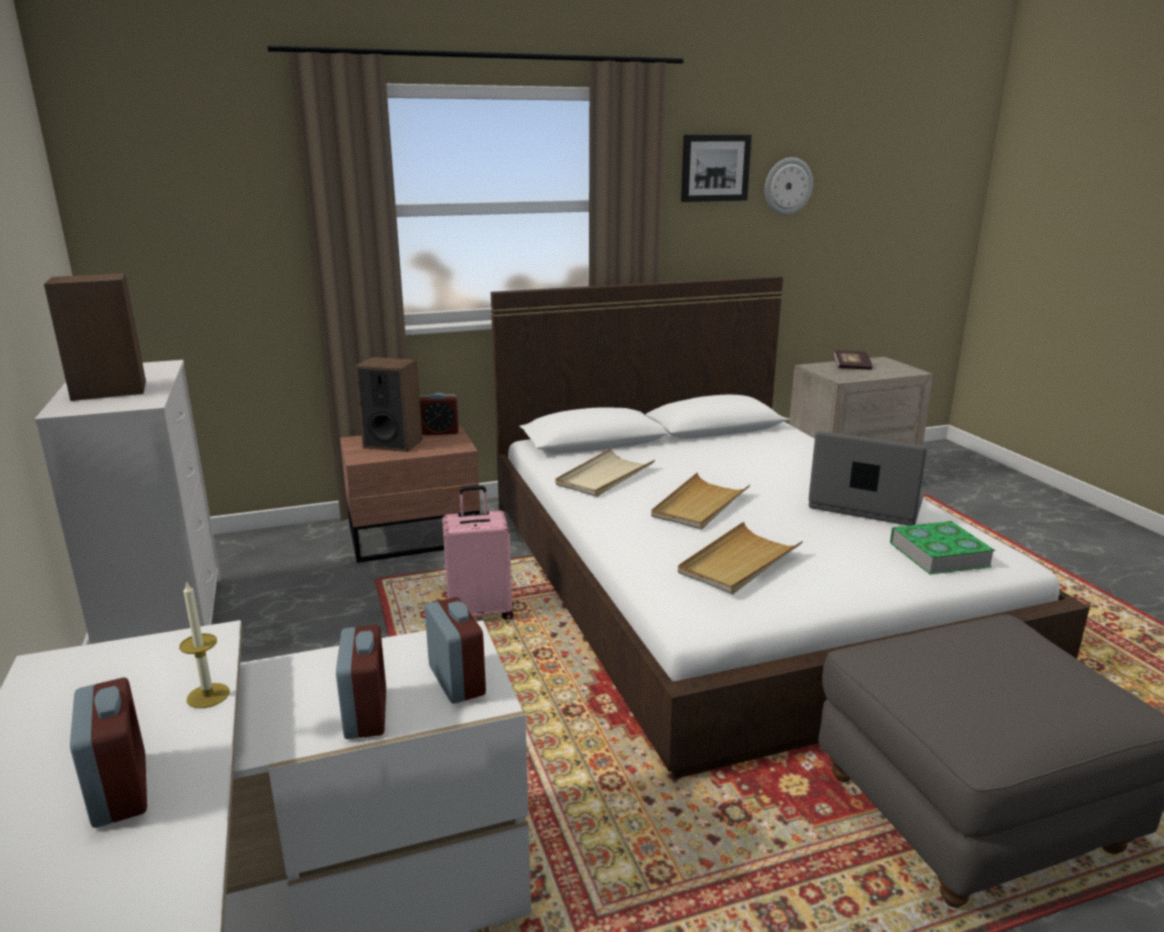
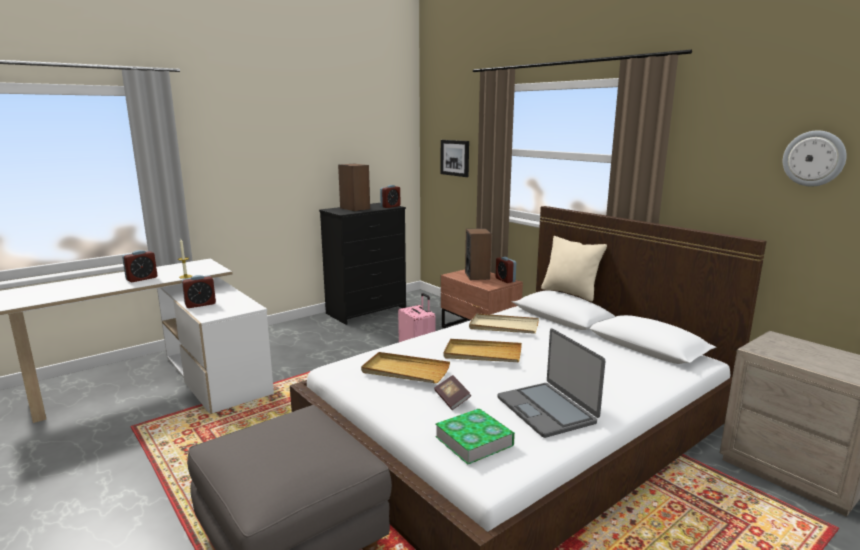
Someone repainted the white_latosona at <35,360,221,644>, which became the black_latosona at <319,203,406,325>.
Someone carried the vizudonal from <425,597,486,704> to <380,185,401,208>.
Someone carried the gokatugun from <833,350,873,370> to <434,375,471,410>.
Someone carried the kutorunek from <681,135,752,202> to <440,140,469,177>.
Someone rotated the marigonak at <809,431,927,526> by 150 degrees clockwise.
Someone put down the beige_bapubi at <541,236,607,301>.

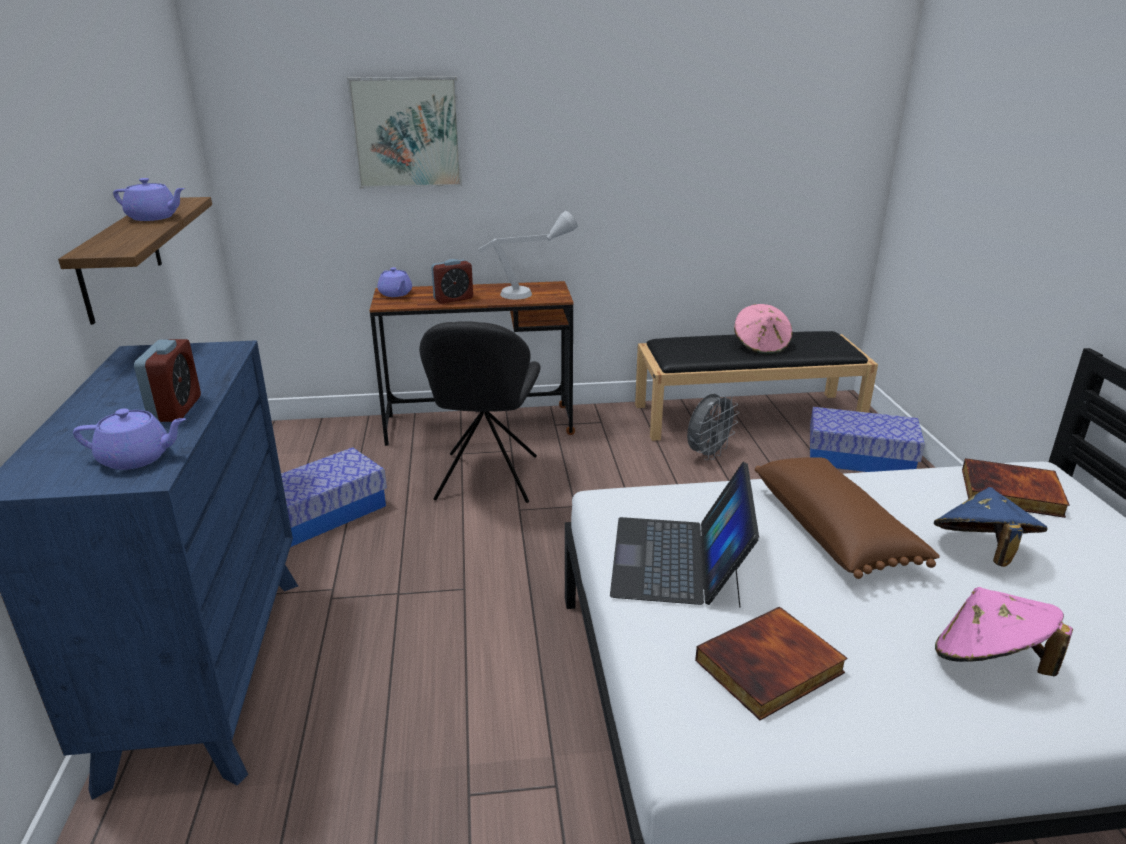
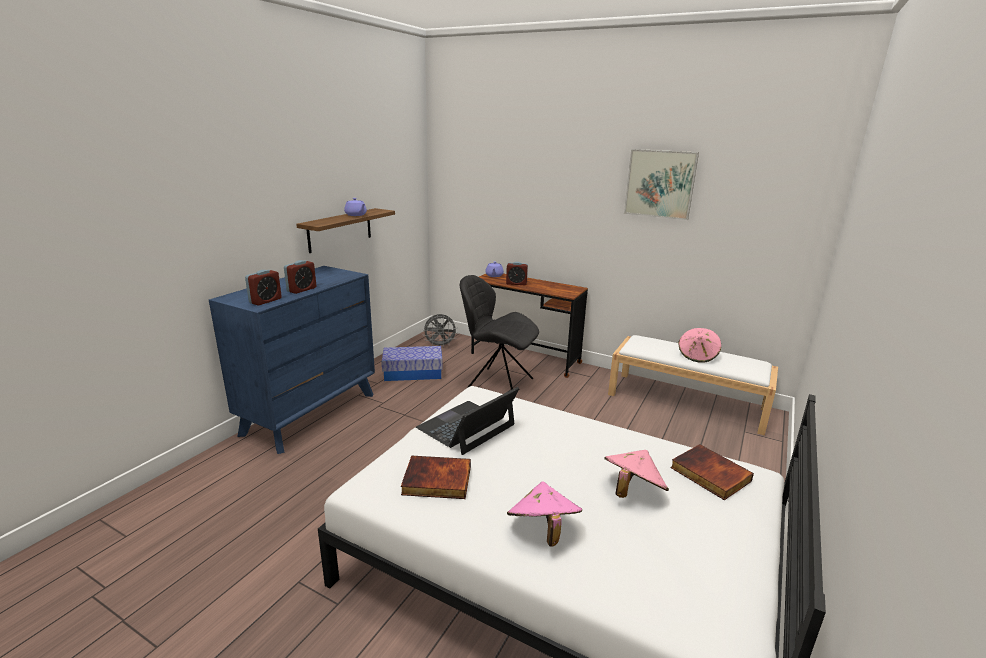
Someone swapped the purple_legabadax at <73,409,186,470> for the vizudonal at <245,270,282,305>.
Someone carried the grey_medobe from <687,394,739,460> to <424,314,458,348>.
Someone rotated the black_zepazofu at <419,321,541,503> by 75 degrees clockwise.
Someone repainted the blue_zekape at <934,487,1048,567>, which became the pink_zekape at <604,450,669,498>.
Someone repainted the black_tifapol at <635,331,878,441>, which became the white_tifapol at <608,335,778,435>.
Someone carried the kutorunek from <347,77,462,189> to <624,149,699,220>.
Someone took away the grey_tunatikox at <478,211,578,299>.
Someone took away the brown_bapubi at <755,457,940,579>.
Someone took away the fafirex at <810,407,925,472>.

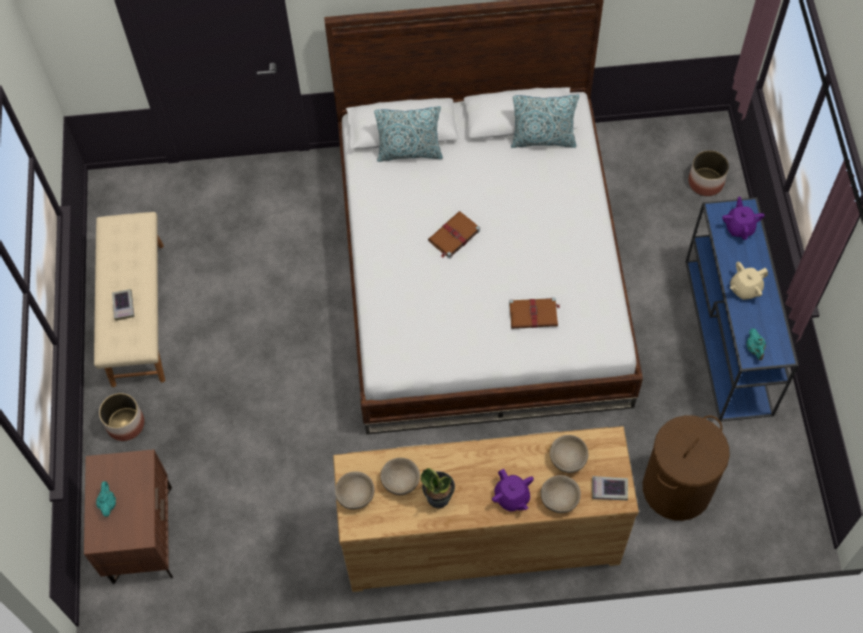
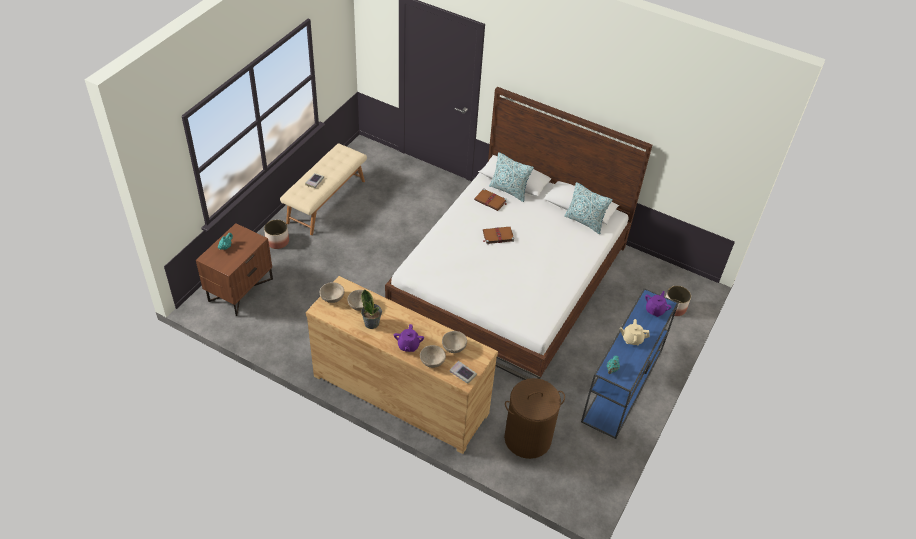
Someone carried the brown_gokatugun from <509,297,560,329> to <474,188,507,211>.

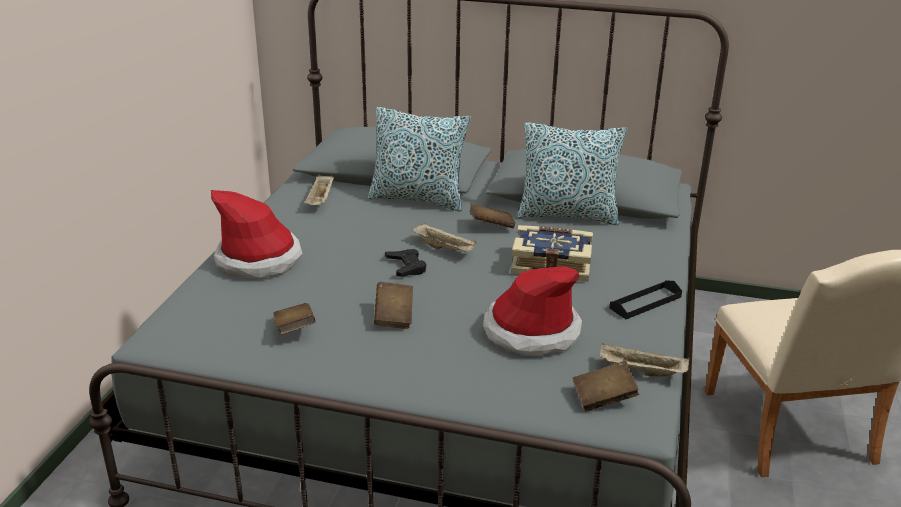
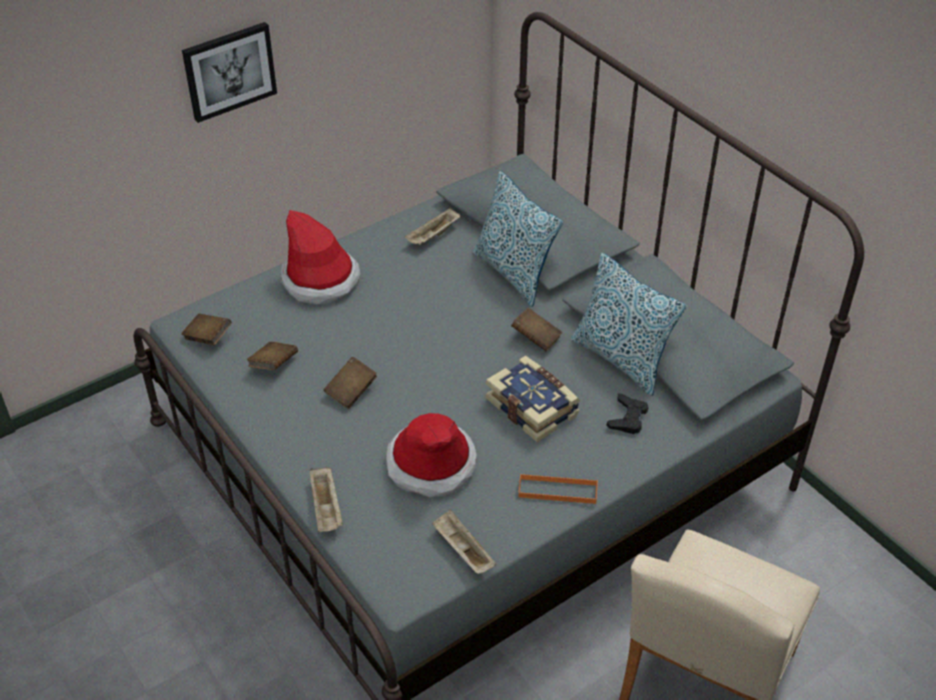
Someone carried the brown_gokatugun from <573,361,639,411> to <181,313,232,345>.
Someone put up the kutorunek at <182,22,277,123>.
Someone carried the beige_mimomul from <412,223,477,252> to <310,466,343,532>.
Someone repainted the black_mimomul at <609,280,682,319>, which became the orange_mimomul at <519,474,597,504>.
Someone carried the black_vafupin from <385,249,426,277> to <607,394,649,434>.

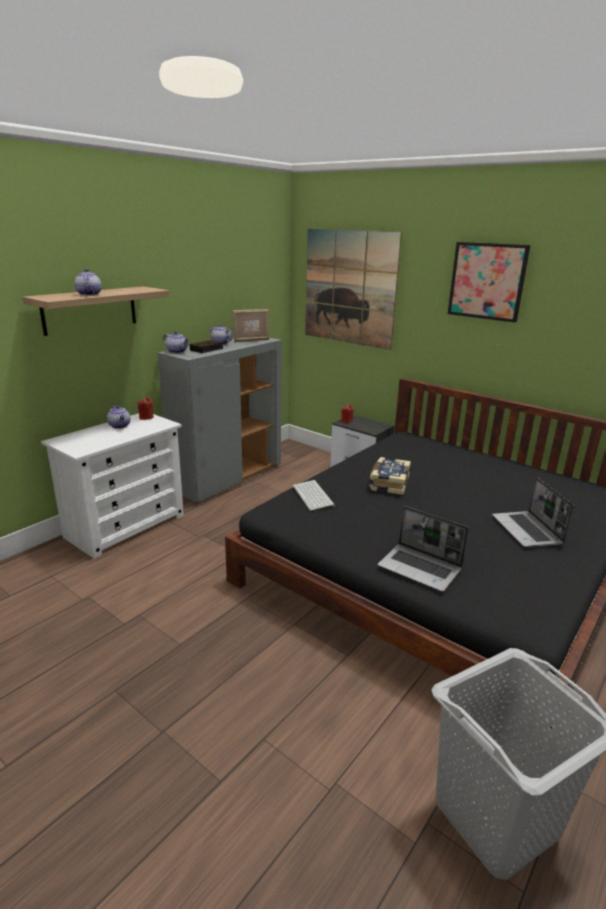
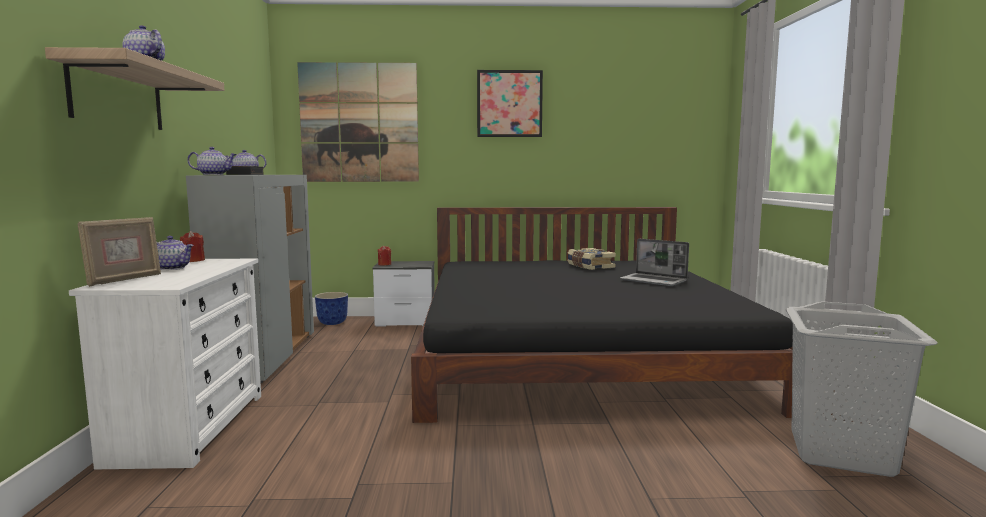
Someone carried the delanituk from <232,309,270,342> to <77,217,161,287>.
Someone put down the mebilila at <315,292,348,325>.
Someone carried the gokatugun from <369,457,411,495> to <567,248,616,270>.
Someone took away the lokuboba at <293,480,335,511>.
Someone took away the marigonak at <378,506,469,592>.

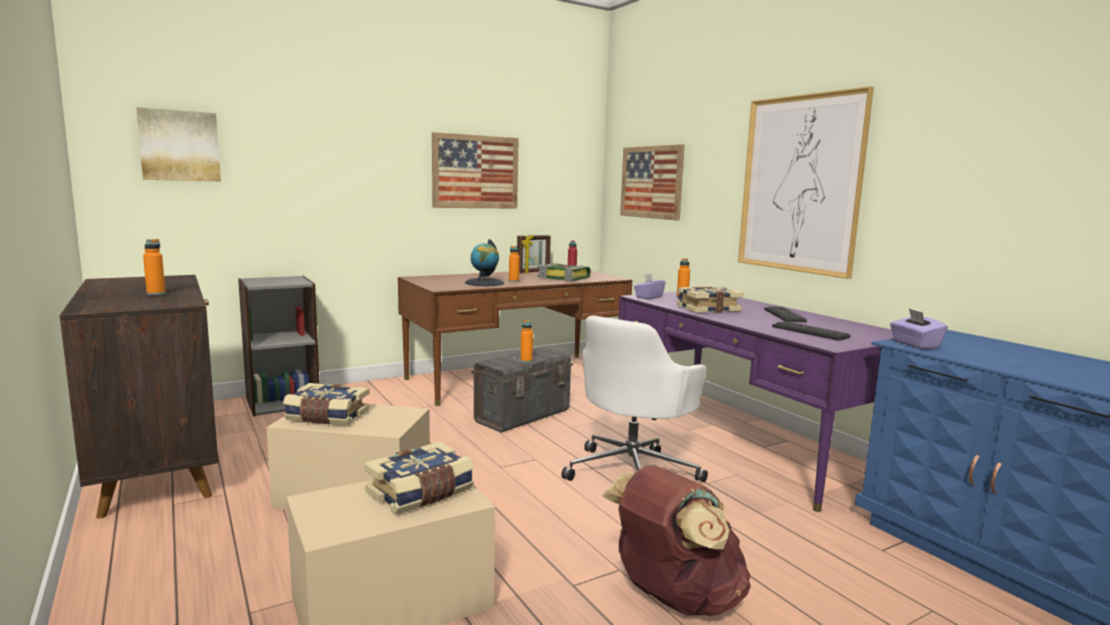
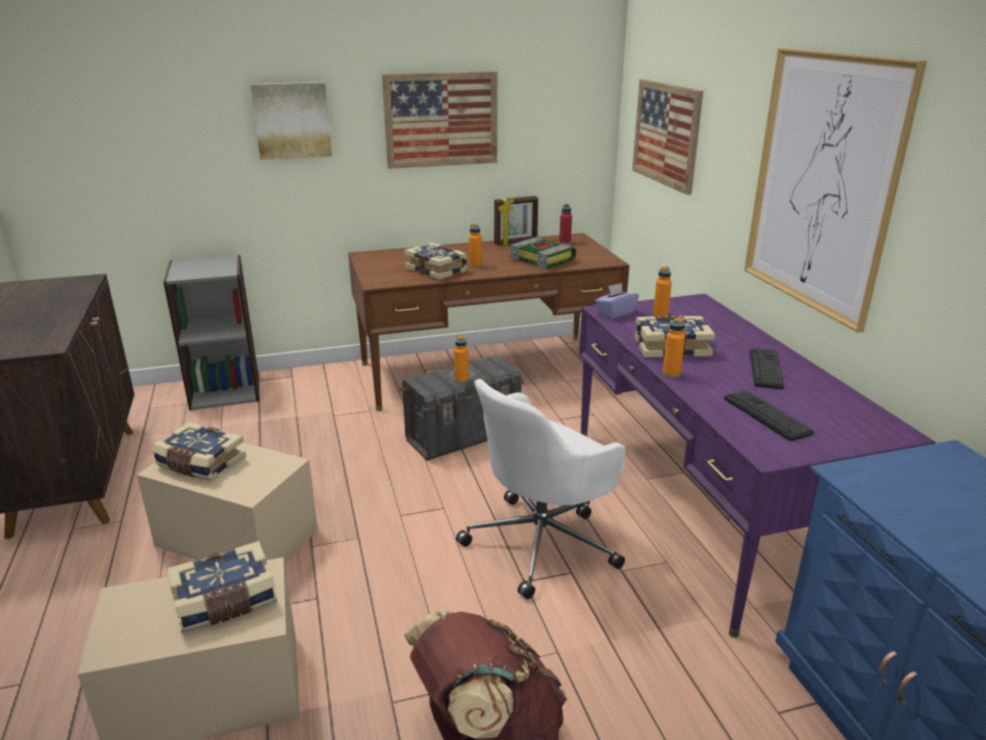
Someone carried the kutorunek from <136,107,221,182> to <250,82,332,160>.
Someone swapped the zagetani at <465,239,504,286> for the gokatugun at <404,243,468,280>.
Someone carried the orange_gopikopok from <143,239,166,295> to <663,317,685,378>.
Someone took away the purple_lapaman at <890,309,948,349>.

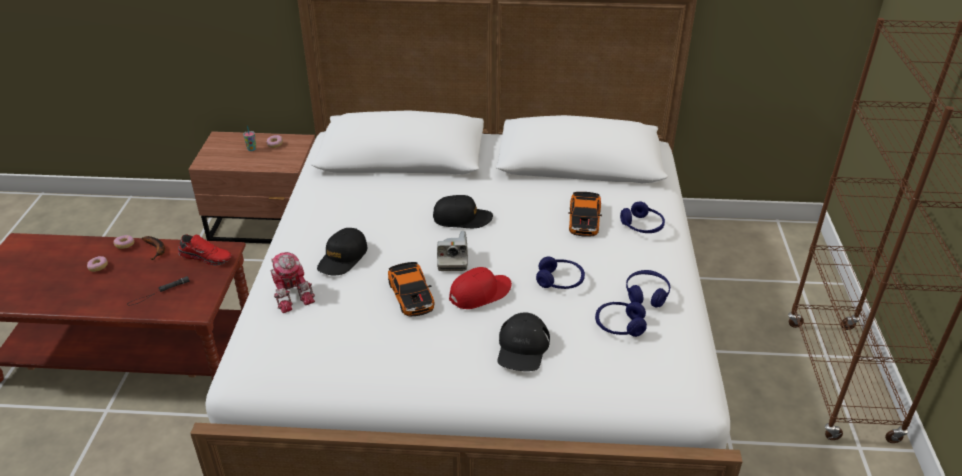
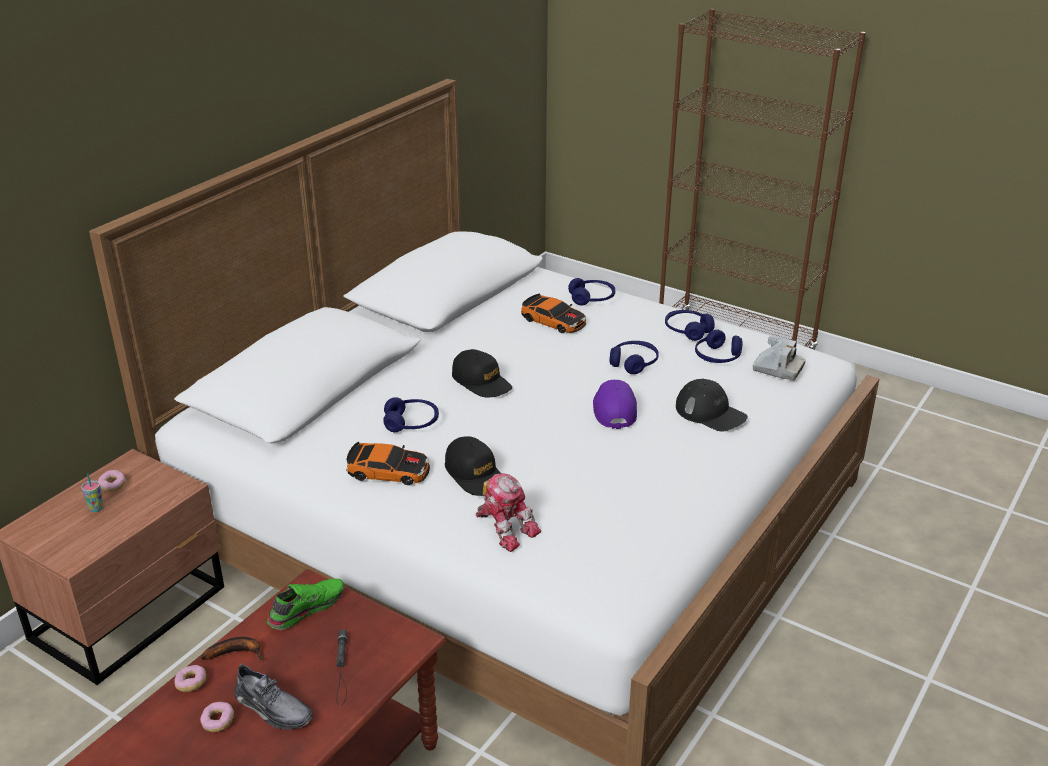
Someone put down the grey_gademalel at <234,663,313,729>.
Someone repainted the red_gademalel at <178,234,232,266>, which became the green_gademalel at <267,579,344,630>.
Someone carried the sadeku from <388,262,435,317> to <346,442,430,485>.
Someone put down the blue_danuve at <383,397,439,432>.
Someone rotated the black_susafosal at <433,195,493,228> by 105 degrees clockwise.
Someone rotated the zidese at <270,252,315,313> by 45 degrees clockwise.
Someone repainted the red_susafosal at <449,267,512,309>, which became the purple_susafosal at <593,380,637,429>.
Someone carried the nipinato from <437,231,468,271> to <753,336,805,381>.

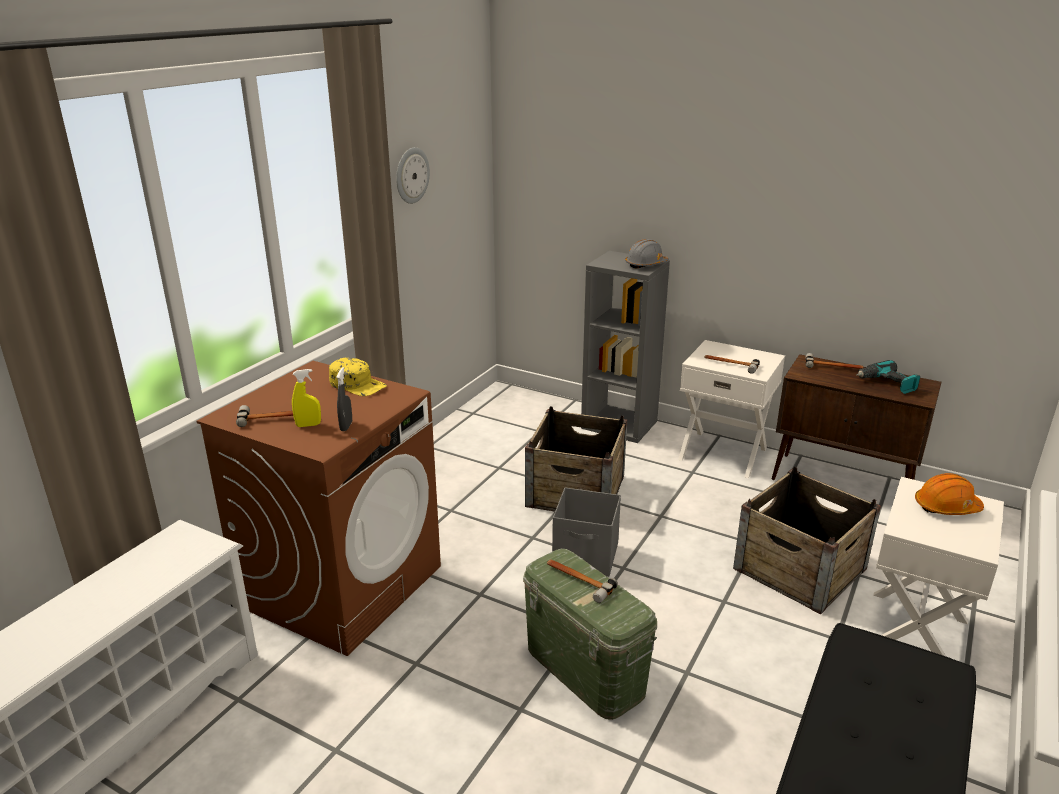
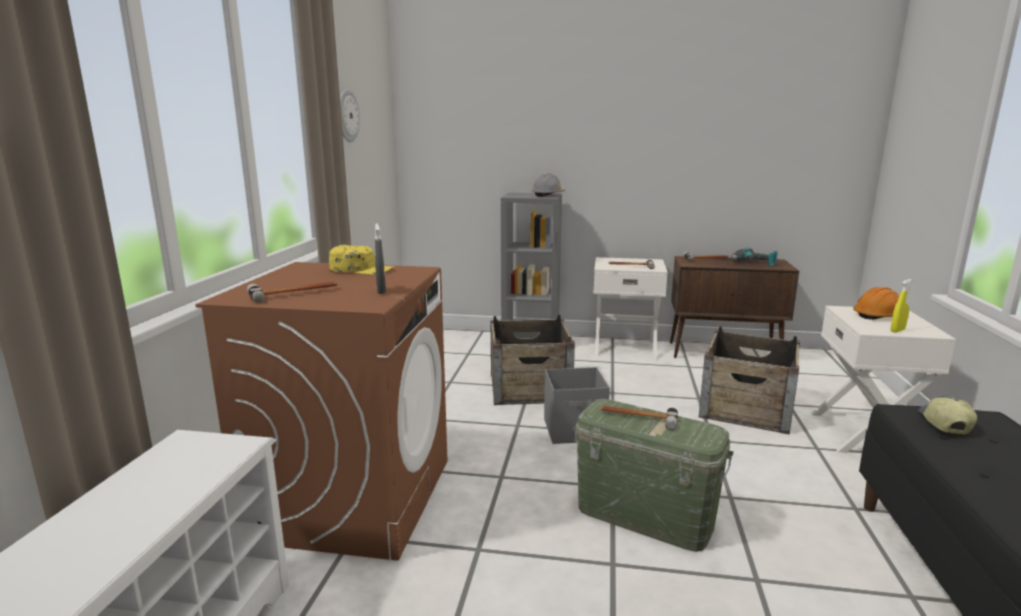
Someone carried the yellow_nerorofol from <292,369,321,427> to <891,279,913,333>.
Someone put down the susafosal at <918,395,977,434>.

